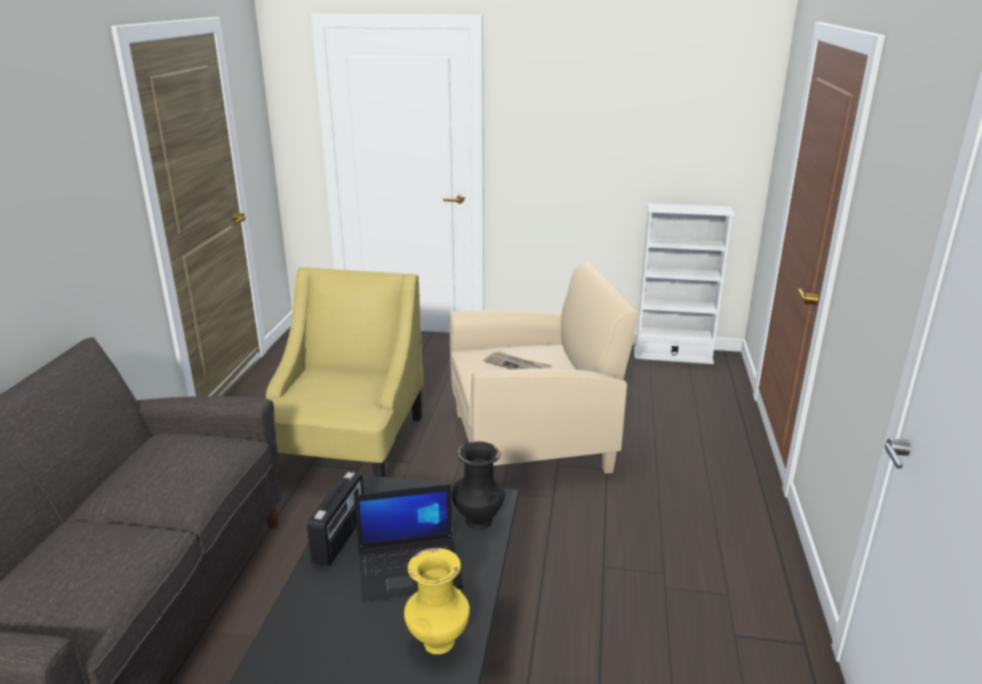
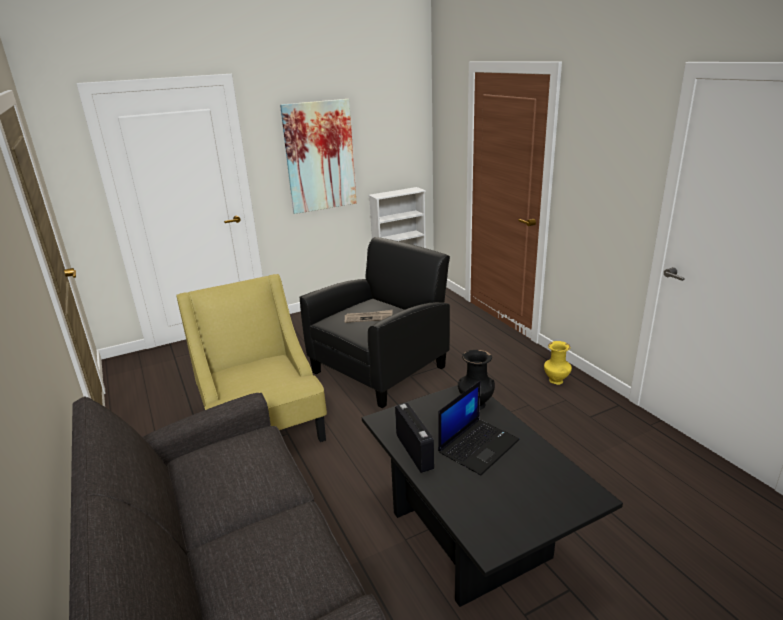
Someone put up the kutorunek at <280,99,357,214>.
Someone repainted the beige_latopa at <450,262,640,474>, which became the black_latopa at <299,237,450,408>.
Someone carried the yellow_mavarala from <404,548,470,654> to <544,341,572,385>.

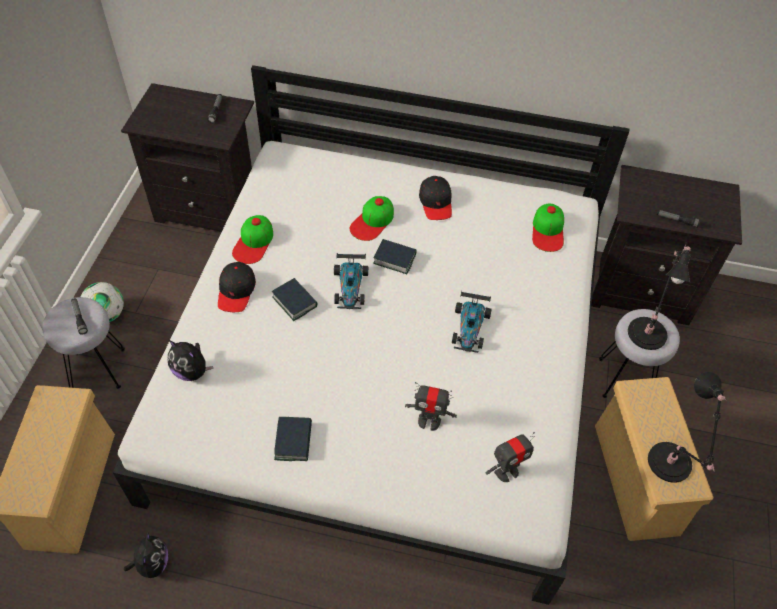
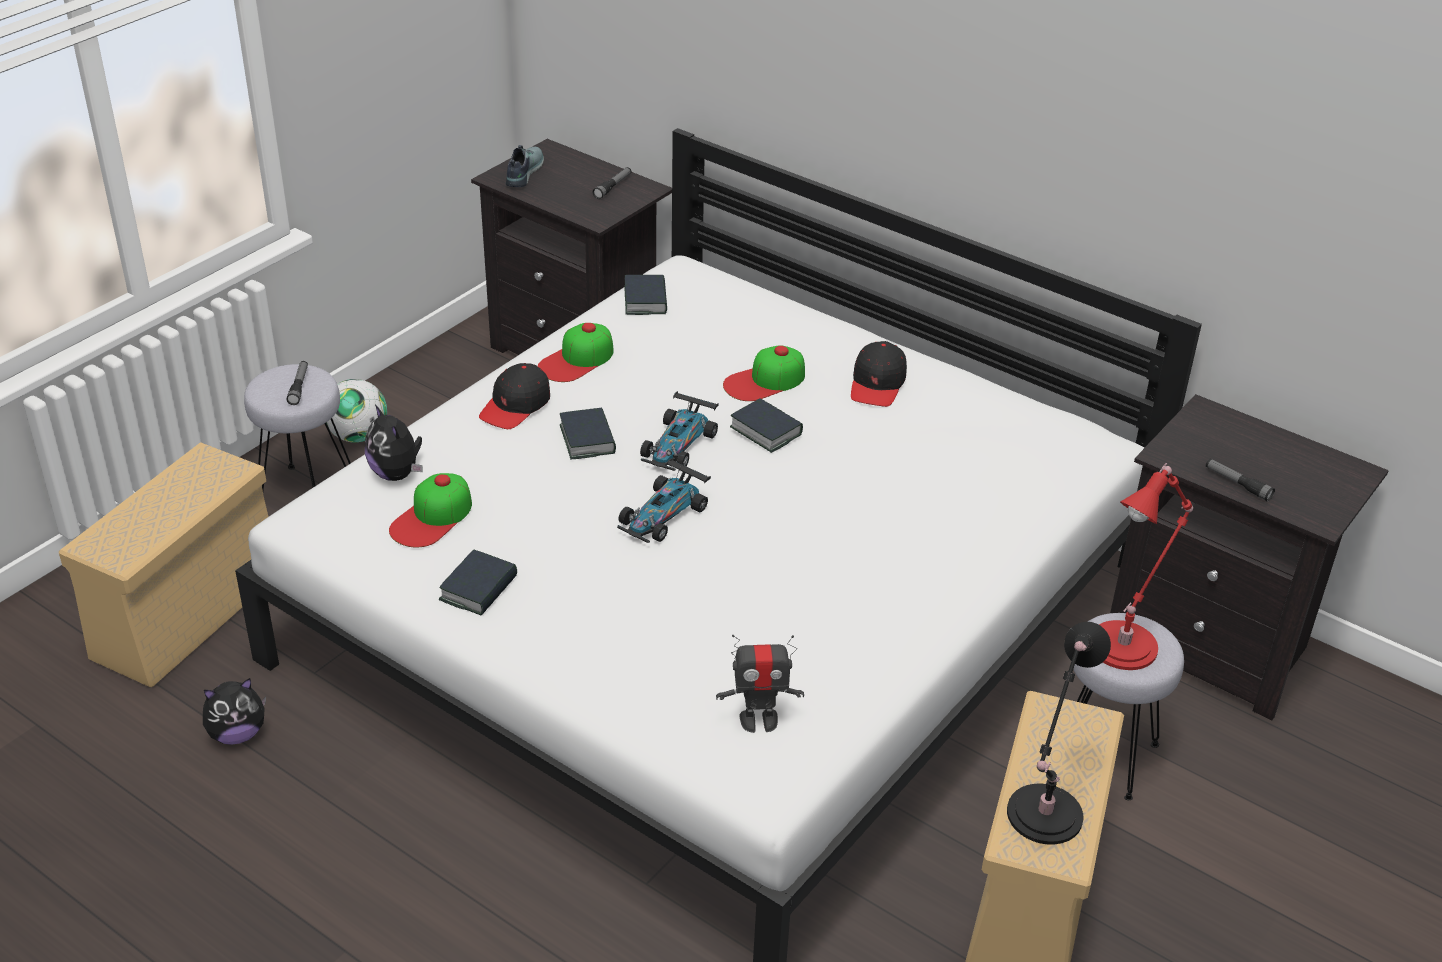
Someone rotated the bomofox at <124,532,168,578> by 45 degrees clockwise.
Someone carried the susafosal from <532,203,564,252> to <389,473,472,548>.
Someone put down the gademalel at <506,145,544,187>.
Someone carried the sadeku from <452,291,492,353> to <617,458,711,543>.
Someone put down the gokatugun at <624,275,667,315>.
Someone repainted the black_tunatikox at <628,244,691,350>, which became the red_tunatikox at <1099,463,1193,670>.
Someone took away the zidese at <405,382,457,431>.

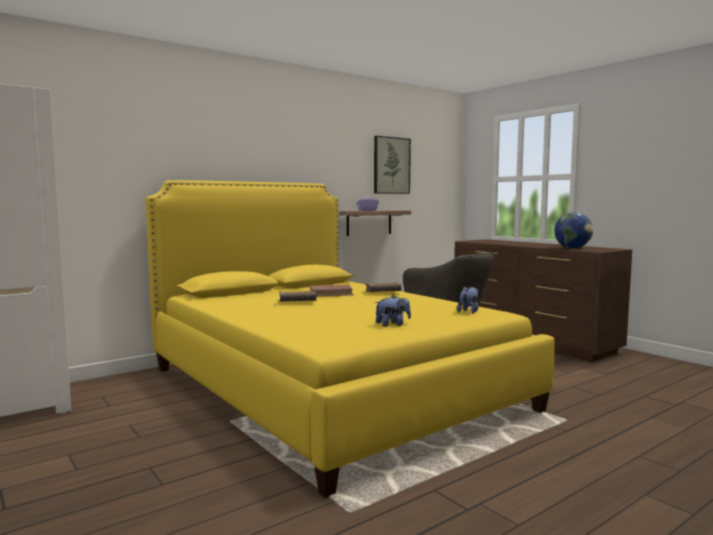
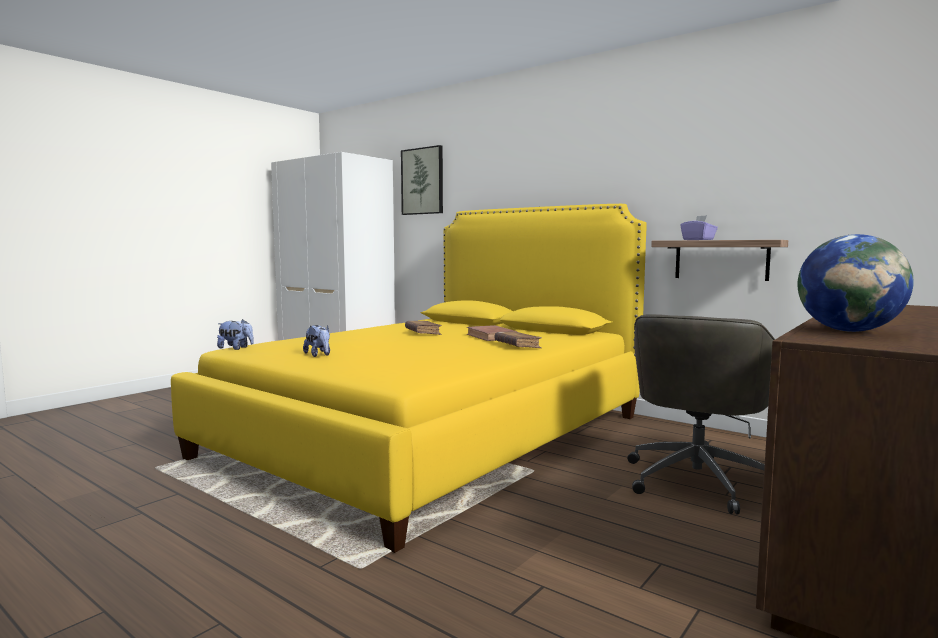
Someone carried the bomofox from <457,286,478,314> to <217,319,254,350>.
Someone carried the kutorunek from <374,136,411,194> to <401,145,443,215>.

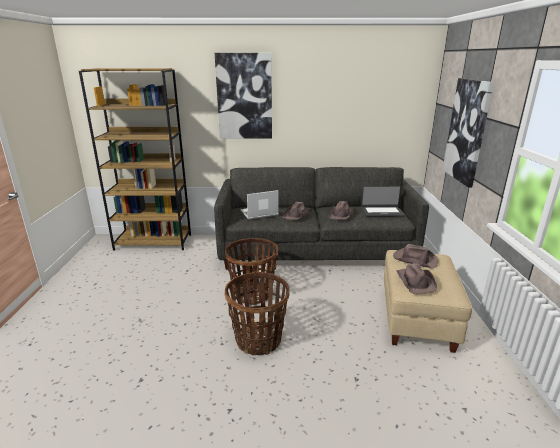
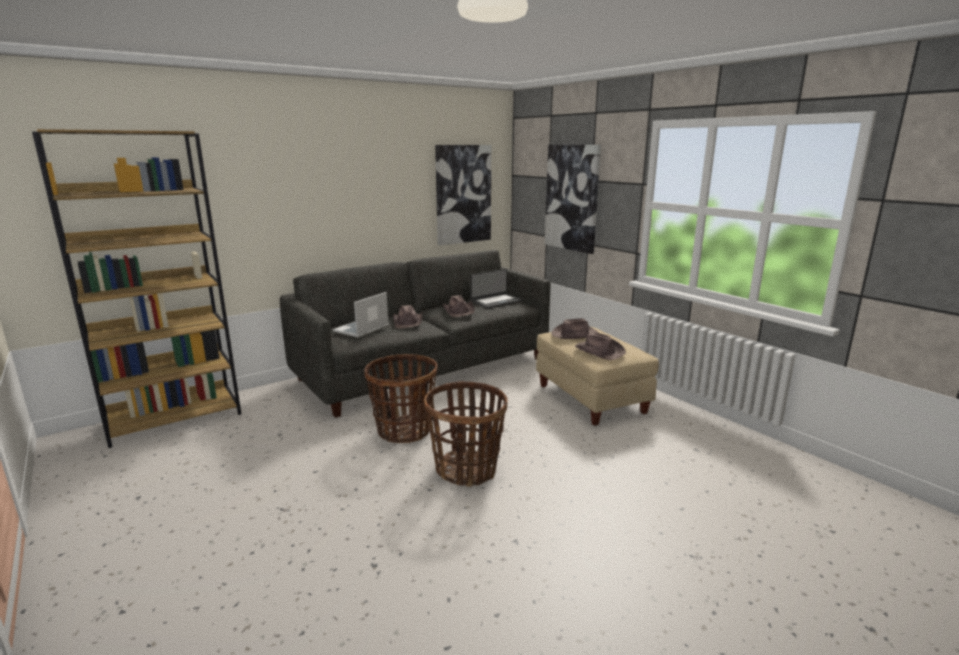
Someone carried the kutorunek from <215,53,272,138> to <435,145,491,245>.

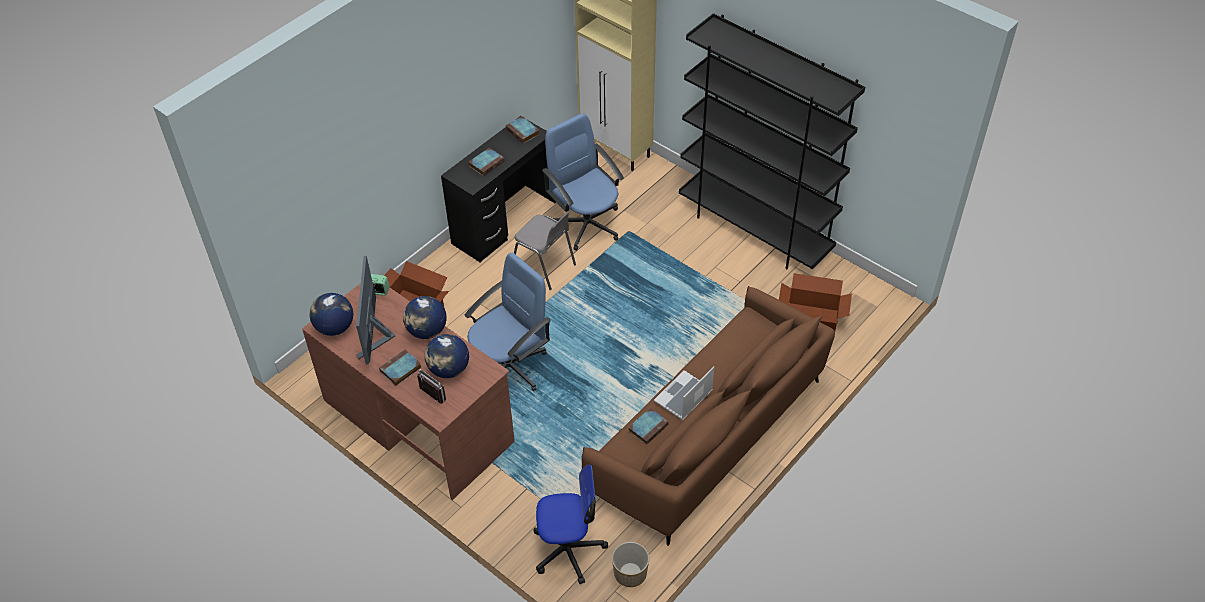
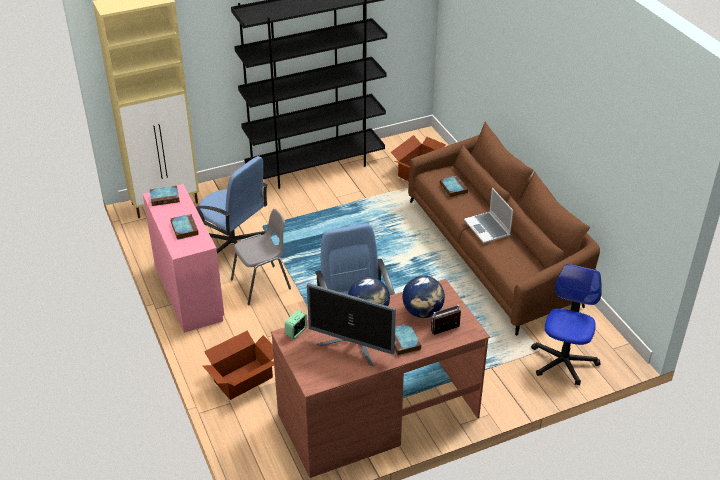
Someone repainted the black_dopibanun at <441,116,556,262>, which became the pink_dopibanun at <143,184,224,333>.
Someone rotated the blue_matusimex at <542,113,624,251> by 135 degrees counterclockwise.
Someone carried the gokatugun from <629,408,669,445> to <440,176,468,198>.
Someone took away the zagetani at <309,293,353,336>.
Someone took away the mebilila at <612,542,649,587>.

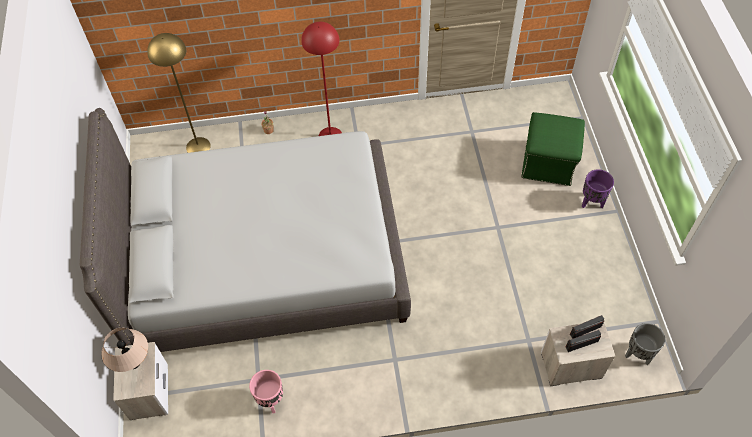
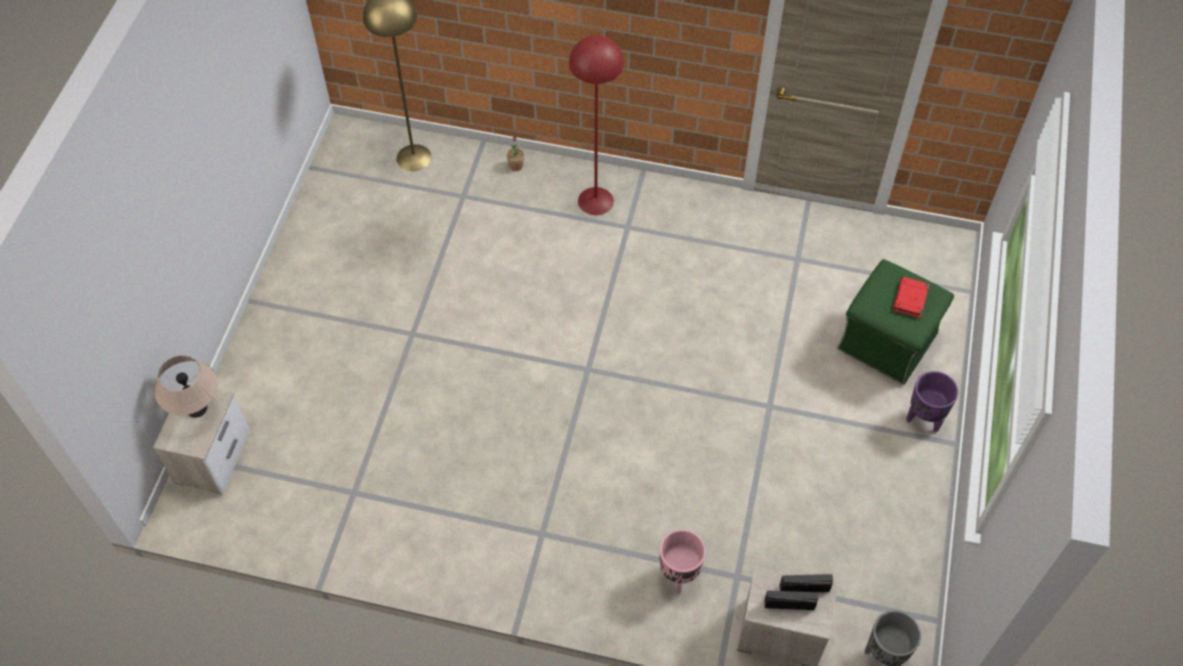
Someone carried the pink_mebilila from <249,370,283,413> to <660,529,706,594>.
Someone put down the red_gokatugun at <893,277,929,318>.
Someone took away the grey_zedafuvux at <80,108,411,352>.

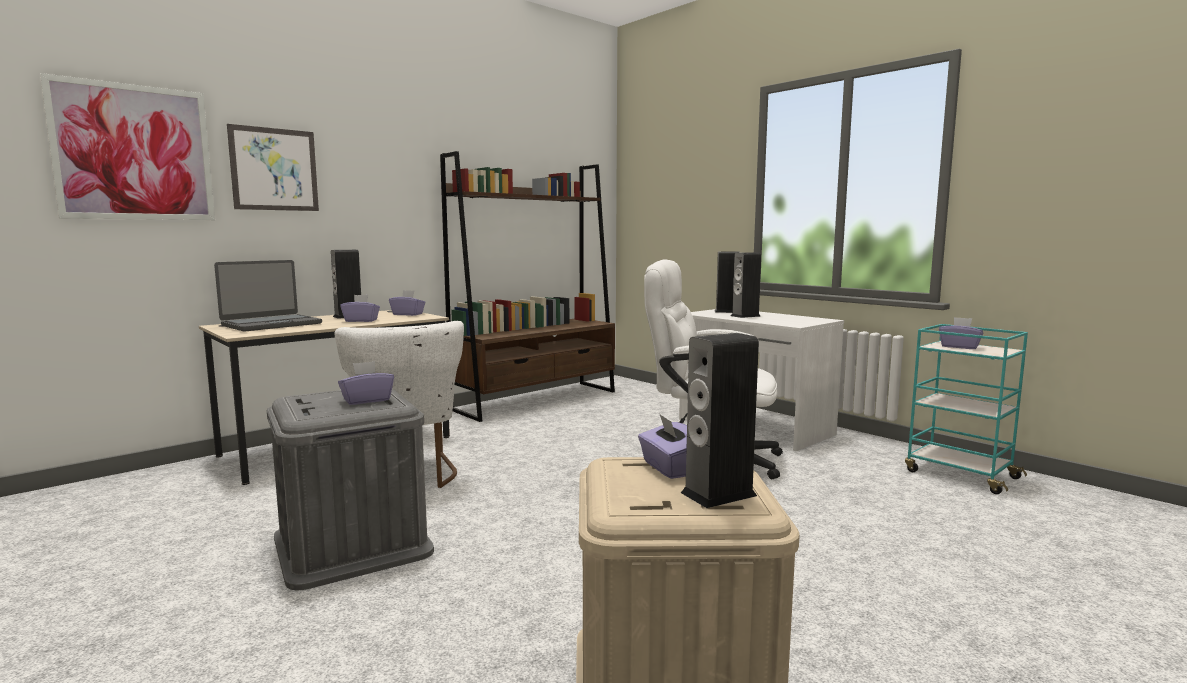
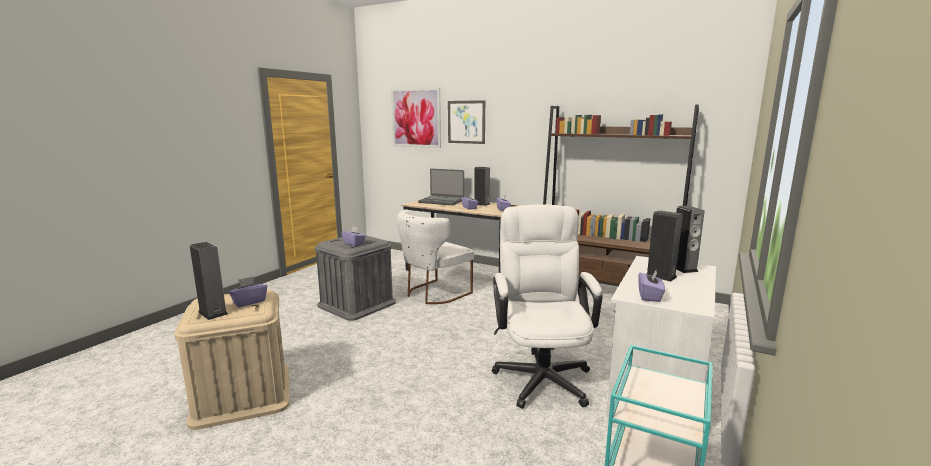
Someone carried the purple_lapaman from <939,317,984,349> to <638,270,665,302>.

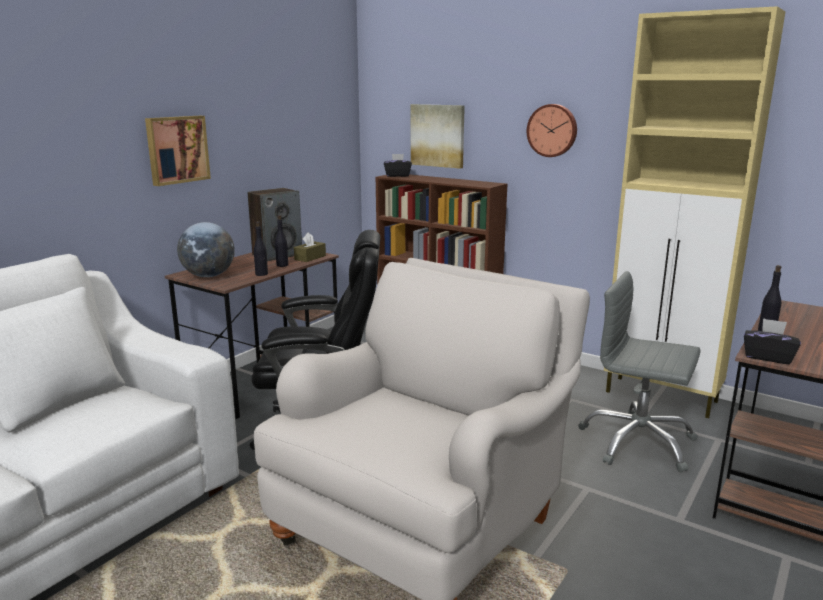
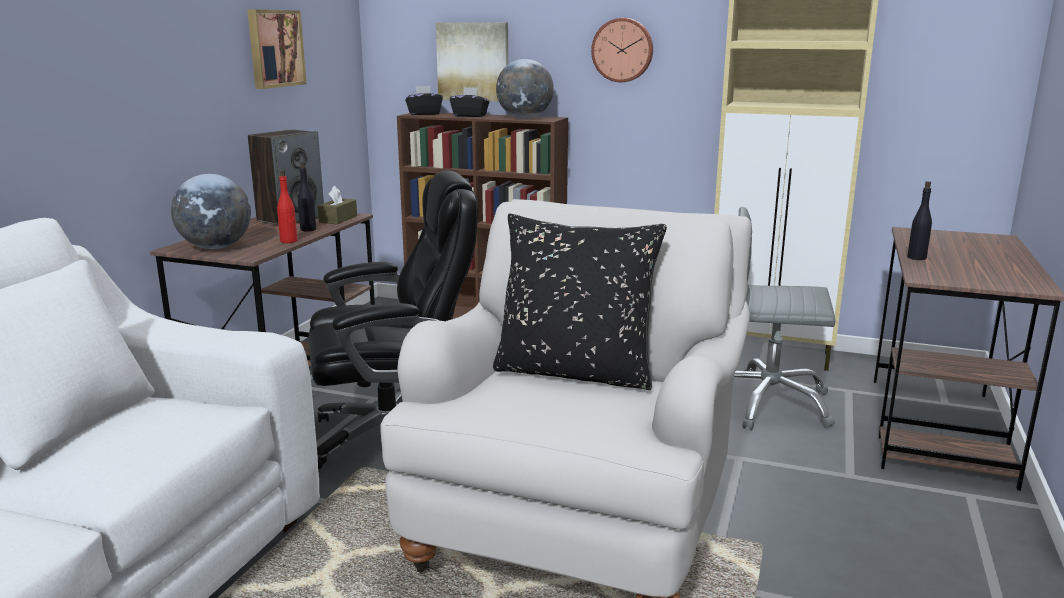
Someone carried the kutorunek from <145,116,211,186> to <247,9,307,89>.
Someone repainted the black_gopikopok at <254,221,268,276>, which became the red_gopikopok at <277,170,297,243>.
Someone carried the black_lapaman from <744,318,801,364> to <450,87,489,117>.
Someone put down the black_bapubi at <493,213,667,390>.
Someone put down the zagetani at <496,59,554,118>.

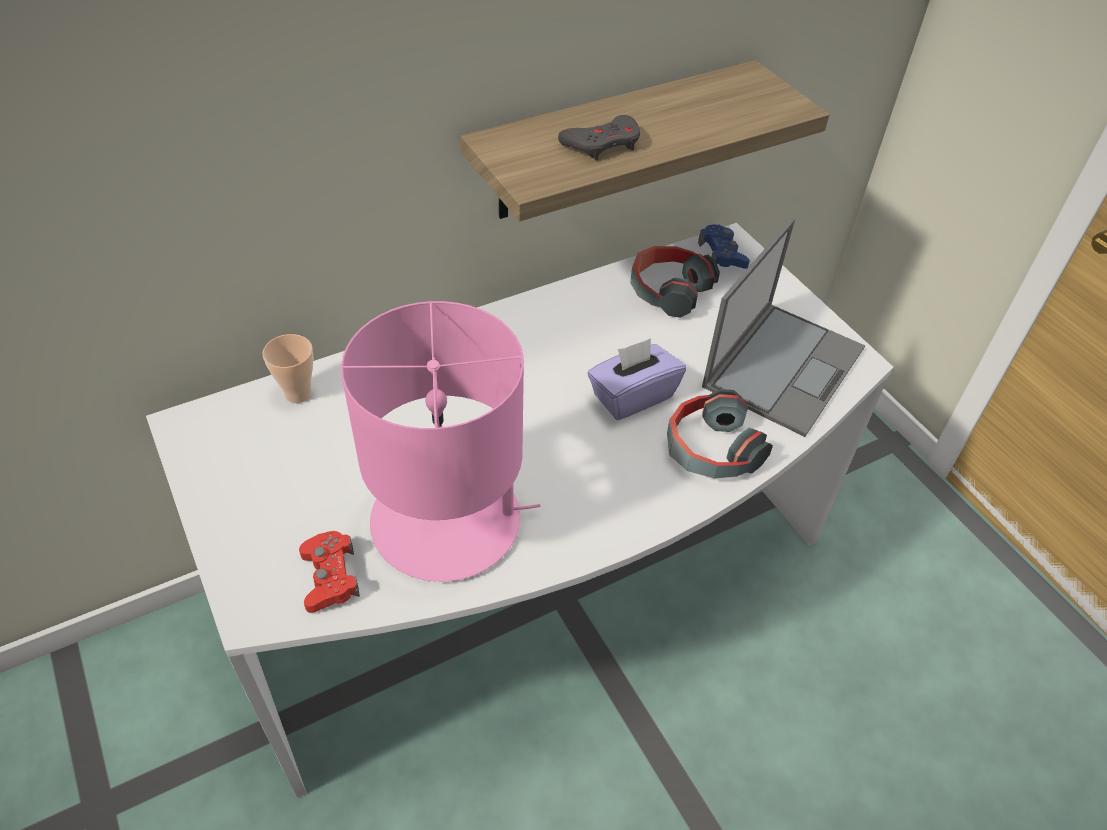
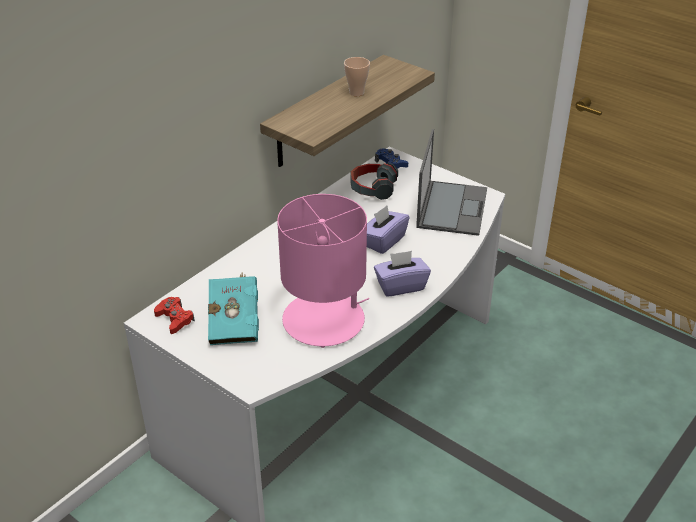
Someone carried the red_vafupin from <299,531,360,613> to <154,297,195,334>.
Someone put down the turquoise_gokatugun at <208,273,259,345>.
Someone carried the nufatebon from <262,334,313,403> to <344,57,370,96>.
Someone put down the purple_lapaman at <374,251,431,297>.
Someone took away the grey_vafupin at <558,115,640,161>.
Someone took away the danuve at <667,389,773,479>.

